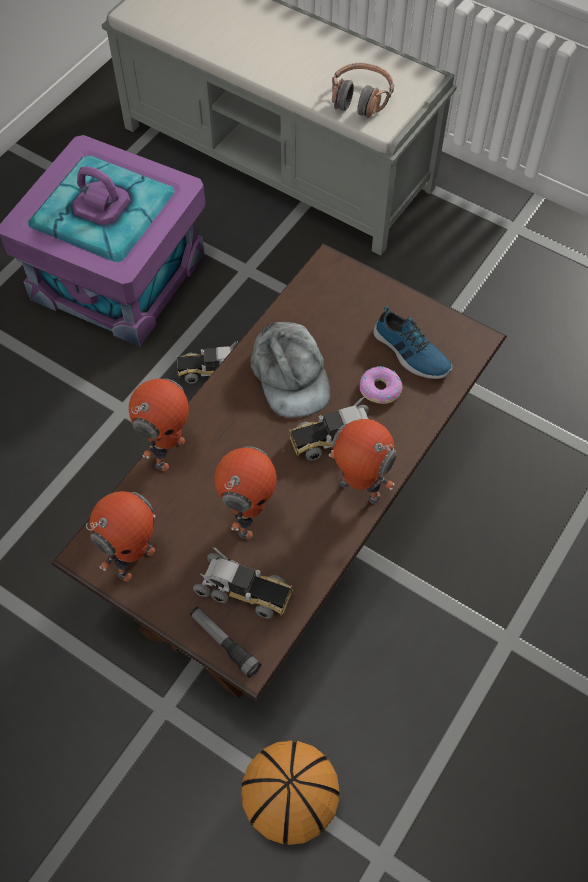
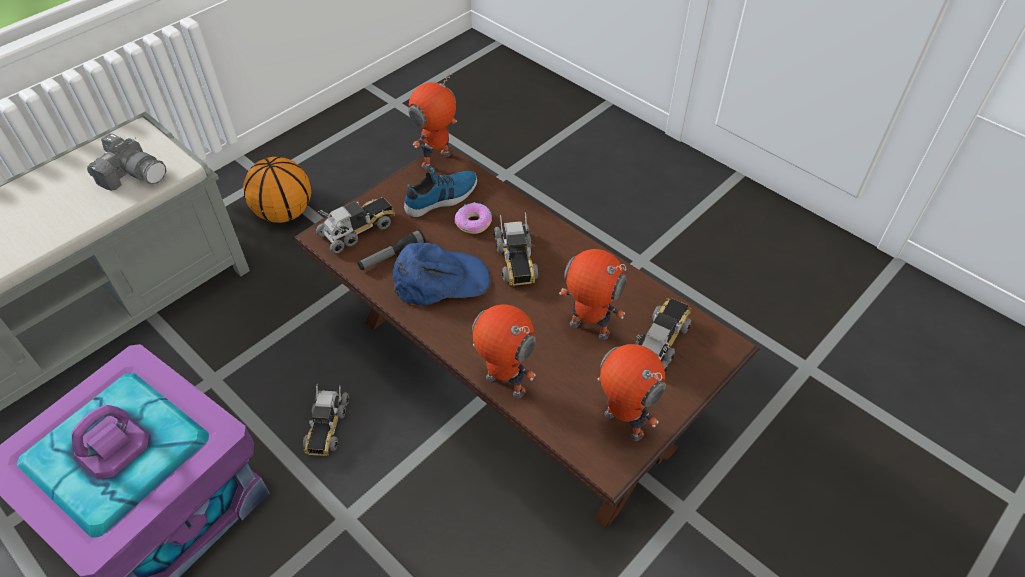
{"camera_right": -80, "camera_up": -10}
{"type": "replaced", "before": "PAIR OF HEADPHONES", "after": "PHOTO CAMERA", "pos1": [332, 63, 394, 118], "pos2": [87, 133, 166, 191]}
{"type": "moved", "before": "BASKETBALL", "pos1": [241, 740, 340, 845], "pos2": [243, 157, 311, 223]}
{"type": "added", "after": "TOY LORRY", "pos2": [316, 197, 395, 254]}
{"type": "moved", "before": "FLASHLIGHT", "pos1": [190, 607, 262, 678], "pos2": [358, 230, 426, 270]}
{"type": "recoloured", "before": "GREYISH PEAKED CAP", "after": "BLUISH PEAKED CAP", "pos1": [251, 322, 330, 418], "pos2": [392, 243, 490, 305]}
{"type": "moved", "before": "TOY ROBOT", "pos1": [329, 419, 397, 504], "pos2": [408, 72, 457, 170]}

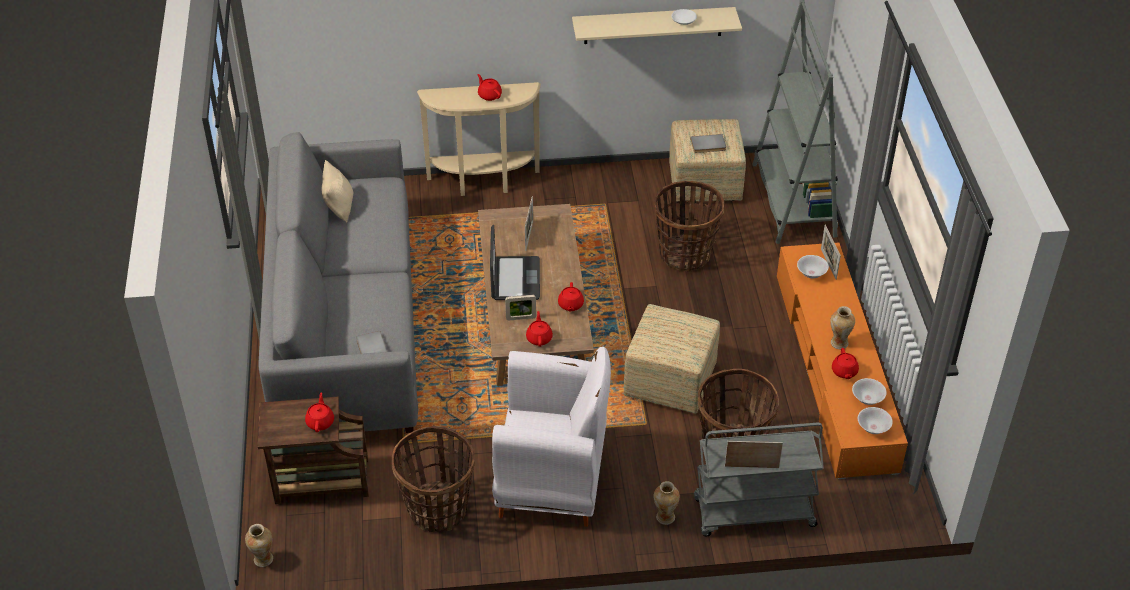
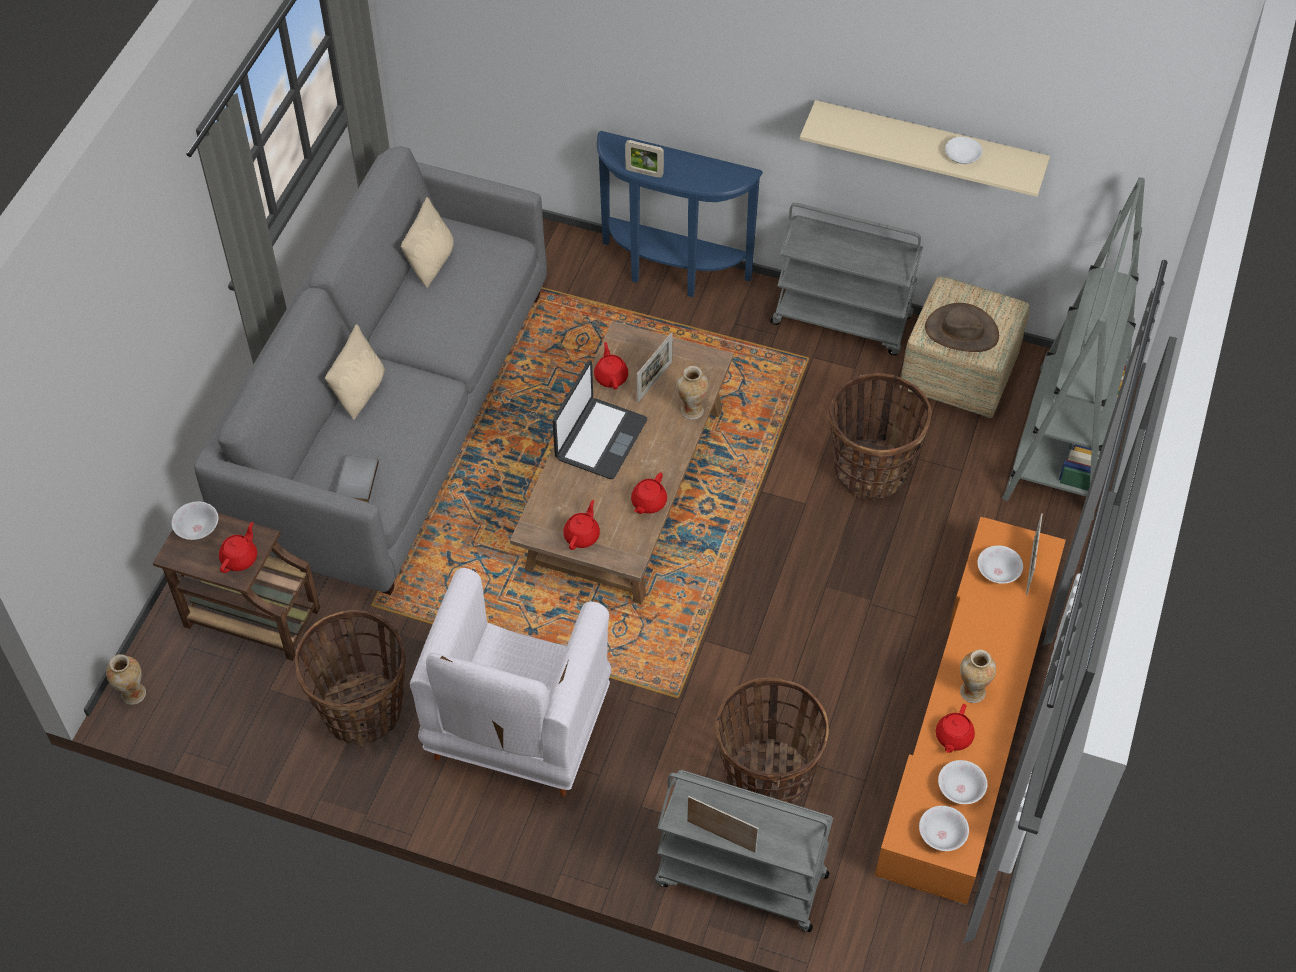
{"camera_right": 25, "camera_up": 10}
{"type": "added", "after": "WHITE BOWL", "pos2": [172, 501, 218, 540]}
{"type": "added", "after": "BEIGE-COLOURED CUSHION", "pos2": [325, 324, 385, 420]}
{"type": "turned", "before": "WHITE LOUNGE CHAIR", "pos1": [492, 347, 611, 527], "pos2": [410, 568, 611, 797], "turn": 75}
{"type": "moved", "before": "RED TEAPOT", "pos1": [477, 74, 502, 101], "pos2": [594, 342, 628, 390]}
{"type": "recoloured", "before": "BEIGE-COLOURED CONSOLE TABLE", "after": "BLUISH CONSOLE TABLE", "pos1": [417, 82, 541, 196], "pos2": [597, 131, 763, 297]}
{"type": "moved", "before": "PHOTO FRAME", "pos1": [505, 295, 536, 320], "pos2": [625, 140, 664, 178]}
{"type": "moved", "before": "VASE", "pos1": [654, 481, 680, 525], "pos2": [676, 366, 709, 420]}
{"type": "added", "after": "GREYISH CART", "pos2": [770, 203, 923, 356]}
{"type": "replaced", "before": "GREYISH BOUND BOOK", "after": "BROWNISH WEARABLE HAT", "pos1": [690, 134, 726, 153], "pos2": [925, 303, 999, 352]}
{"type": "removed", "before": "FOOTREST", "pos1": [624, 304, 720, 414]}

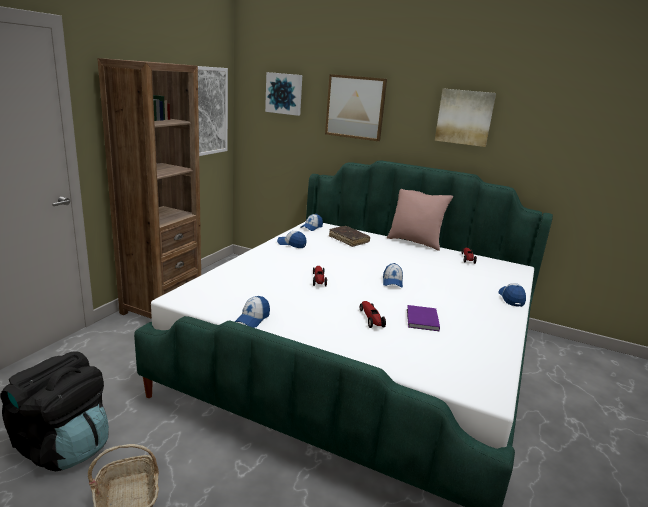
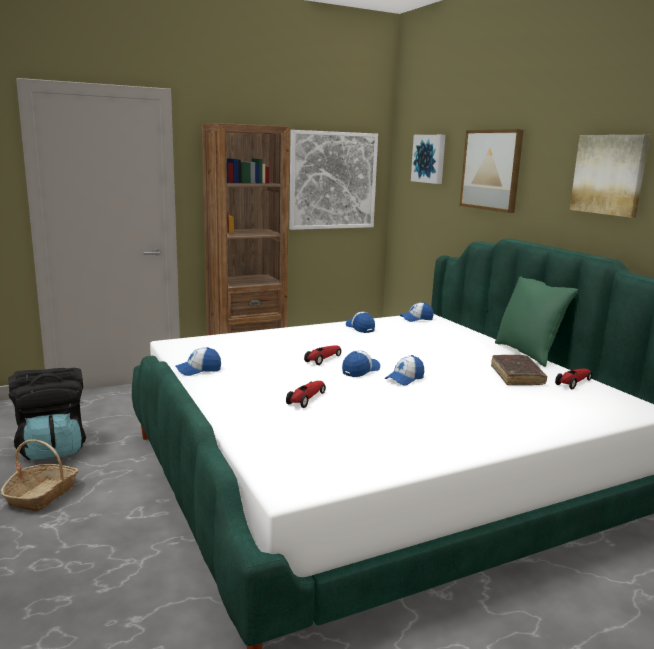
{"camera_right": 40, "camera_up": -5}
{"type": "moved", "before": "PEAKED CAP", "pos1": [499, 283, 526, 307], "pos2": [342, 350, 380, 377]}
{"type": "moved", "before": "BROWNISH BOUND BOOK", "pos1": [329, 226, 370, 247], "pos2": [491, 355, 547, 385]}
{"type": "recoloured", "before": "PINK-COLOURED CUSHION", "after": "GREEN CUSHION", "pos1": [387, 189, 453, 251], "pos2": [495, 276, 578, 367]}
{"type": "removed", "before": "PURPLE BOUND BOOK", "pos1": [407, 305, 440, 331]}

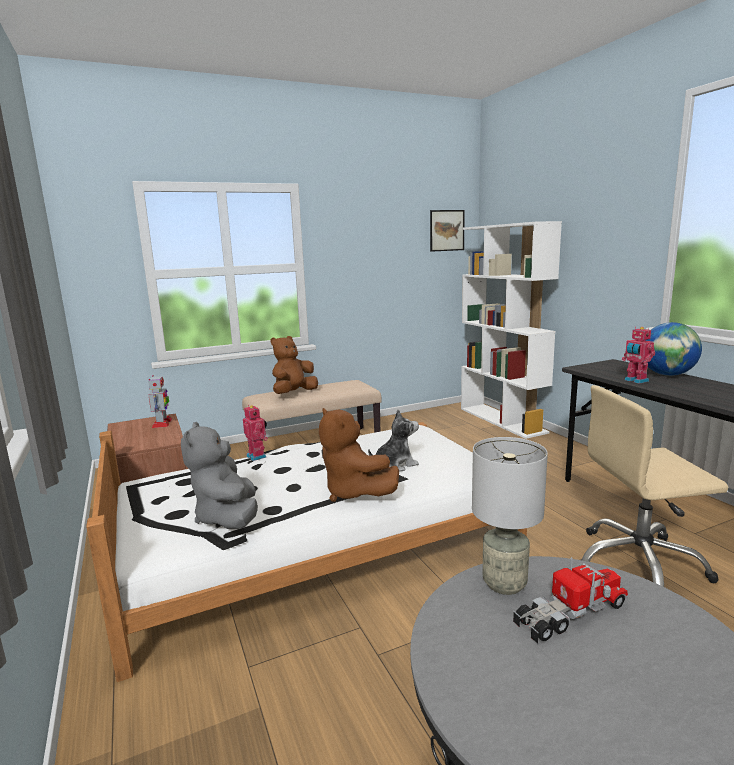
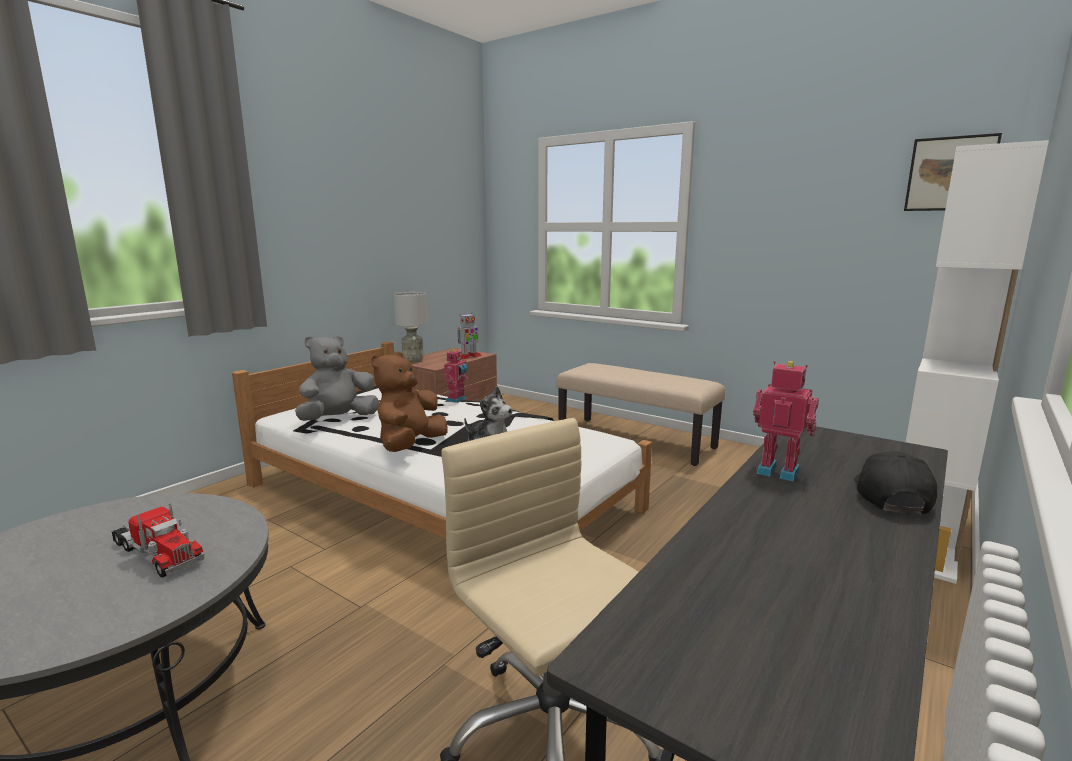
{"camera_right": 60, "camera_up": 0}
{"type": "moved", "before": "GREYISH TABLE LAMP", "pos1": [472, 437, 548, 595], "pos2": [393, 292, 427, 363]}
{"type": "turned", "before": "TOY ROBOT", "pos1": [622, 327, 655, 384], "pos2": [753, 361, 819, 482], "turn": 90}
{"type": "replaced", "before": "GLOBE", "after": "BLACK-COLOURED PEAKED CAP", "pos1": [646, 322, 702, 376], "pos2": [854, 451, 938, 514]}
{"type": "removed", "before": "BROWNISH SOFT TOY", "pos1": [271, 336, 318, 394]}

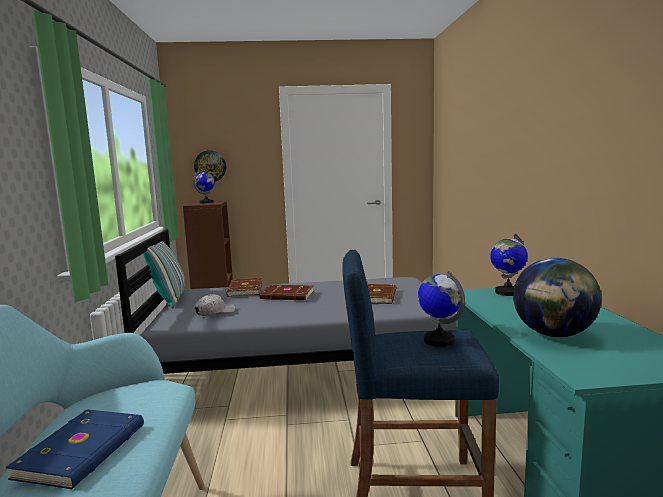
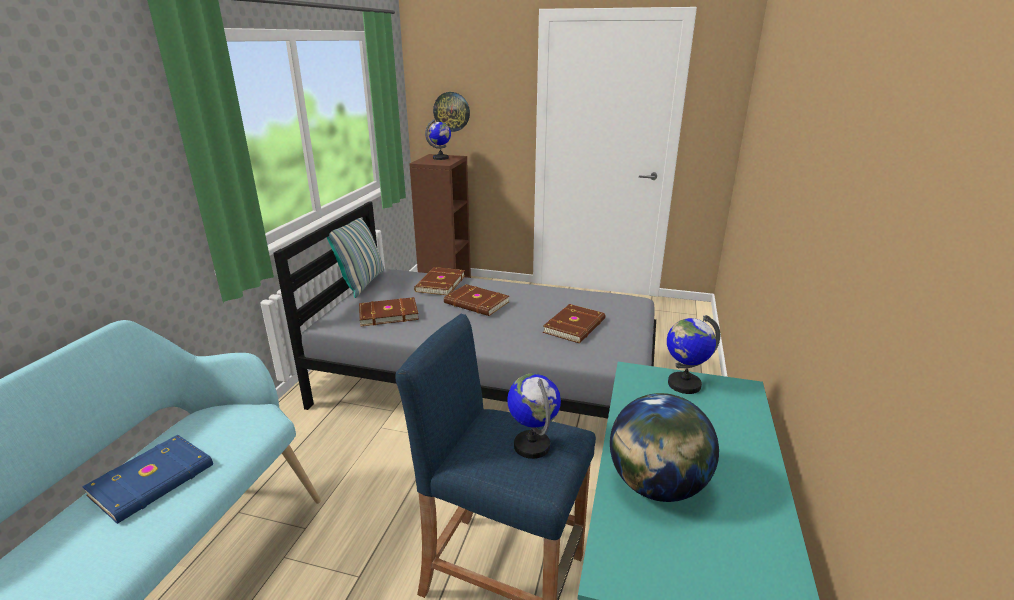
{"camera_right": 20, "camera_up": 15}
{"type": "replaced", "before": "WHITE PEAKED CAP", "after": "BROWNISH BOUND BOOK", "pos1": [195, 294, 235, 316], "pos2": [359, 297, 419, 326]}

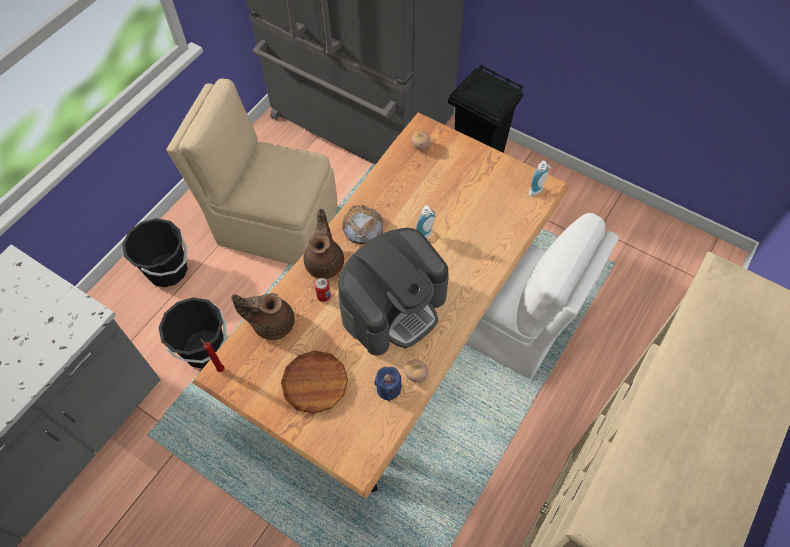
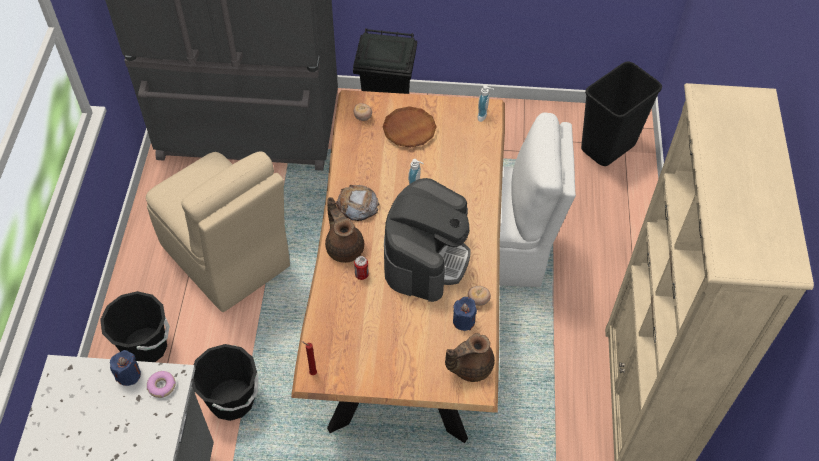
{"camera_right": -30, "camera_up": -5}
{"type": "added", "after": "BLUISH WAX LIGHT", "pos2": [110, 350, 141, 386]}
{"type": "turned", "before": "BEIGE-COLOURED CHAIR", "pos1": [166, 78, 337, 265], "pos2": [146, 151, 290, 312], "turn": -120}
{"type": "added", "after": "DONUT", "pos2": [147, 371, 176, 398]}
{"type": "moved", "before": "BROWNISH DINNER PLATE", "pos1": [281, 351, 348, 414], "pos2": [382, 106, 437, 148]}
{"type": "moved", "before": "BROWNISH TEAPOT", "pos1": [231, 293, 295, 340], "pos2": [445, 333, 495, 382]}
{"type": "added", "after": "BLACK-COLOURED WASTE BIN", "pos2": [581, 61, 662, 166]}

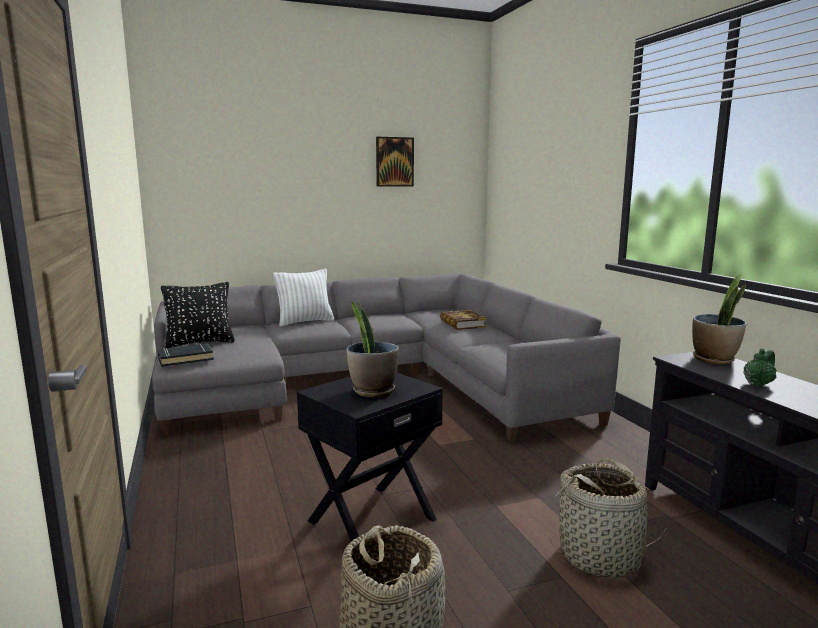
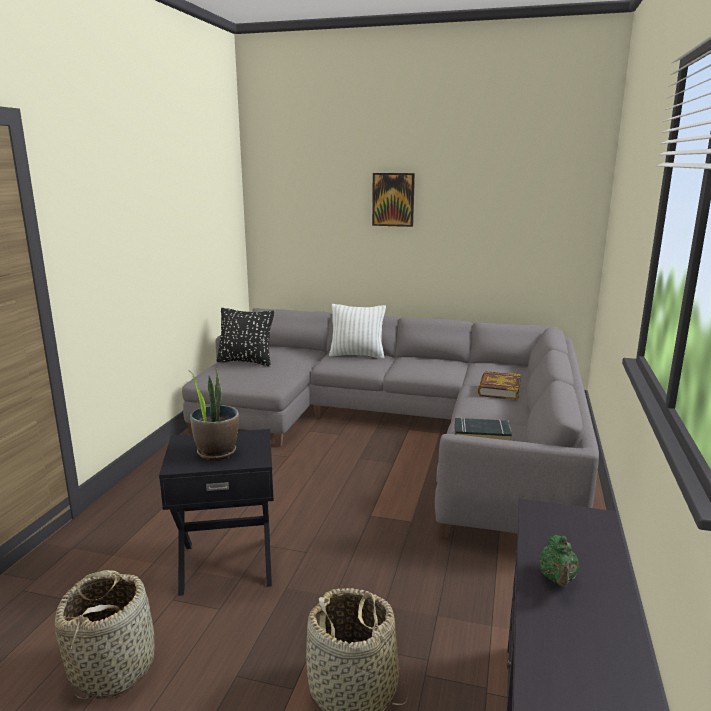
{"camera_right": 35, "camera_up": 5}
{"type": "moved", "before": "WALL PICTURE", "pos1": [376, 137, 414, 186], "pos2": [372, 173, 415, 227]}
{"type": "moved", "before": "BLACK-COLOURED BOUND BOOK", "pos1": [157, 344, 214, 367], "pos2": [455, 417, 512, 441]}
{"type": "turned", "before": "GREEN TEAPOT", "pos1": [743, 349, 777, 387], "pos2": [539, 535, 580, 586], "turn": 105}
{"type": "removed", "before": "HOUSEPLANT", "pos1": [692, 274, 746, 364]}

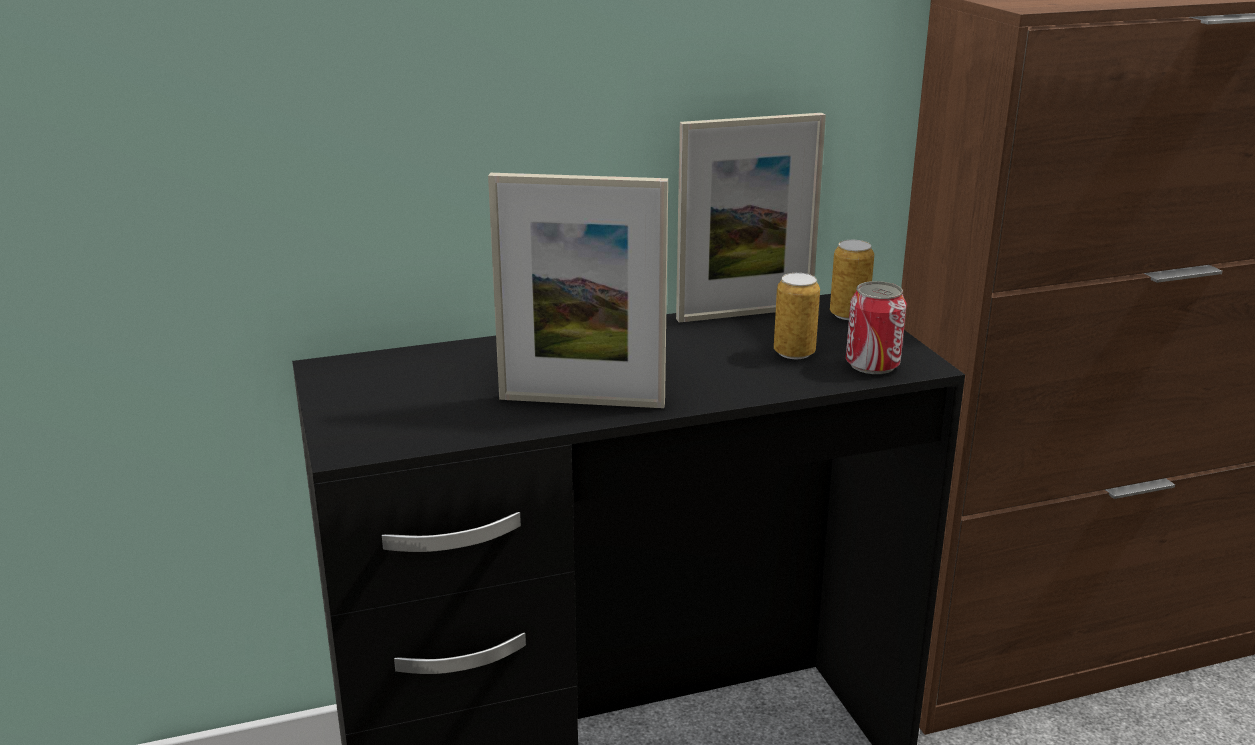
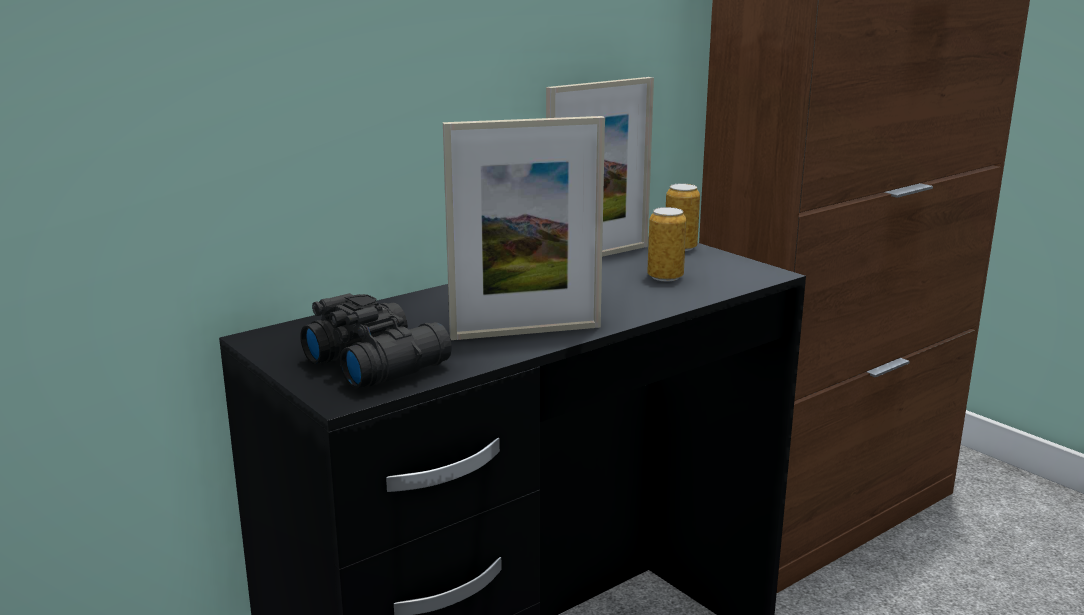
{"camera_right": -20, "camera_up": -5}
{"type": "added", "after": "BLACK-COLOURED PAIR OF BINOCULARS", "pos2": [300, 293, 452, 388]}
{"type": "removed", "before": "CAN", "pos1": [846, 281, 907, 374]}

